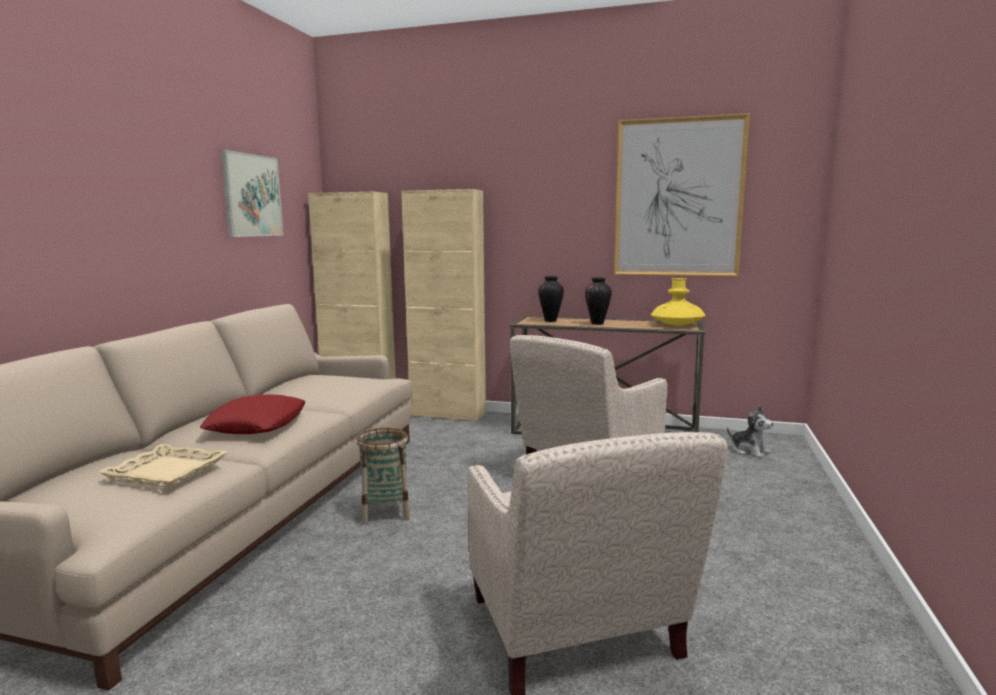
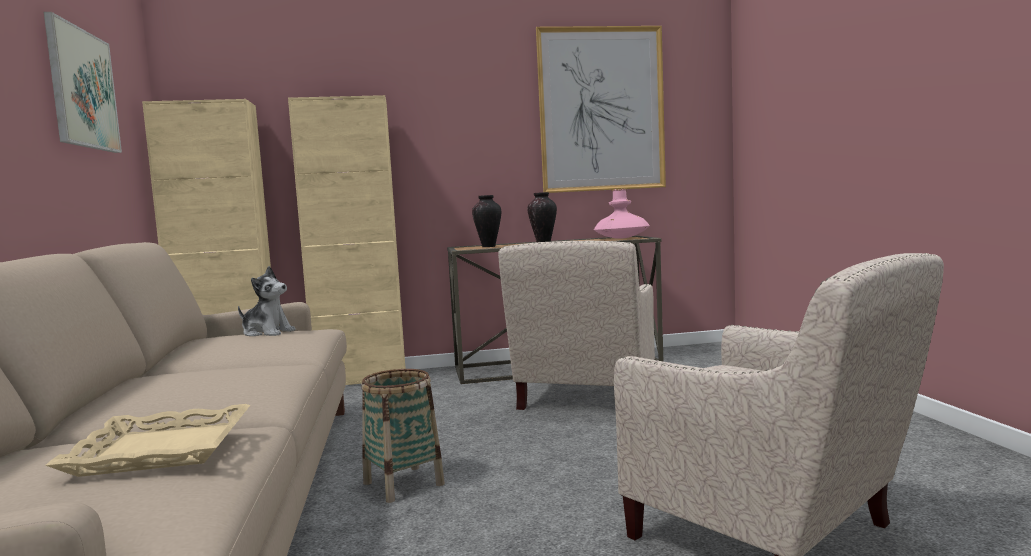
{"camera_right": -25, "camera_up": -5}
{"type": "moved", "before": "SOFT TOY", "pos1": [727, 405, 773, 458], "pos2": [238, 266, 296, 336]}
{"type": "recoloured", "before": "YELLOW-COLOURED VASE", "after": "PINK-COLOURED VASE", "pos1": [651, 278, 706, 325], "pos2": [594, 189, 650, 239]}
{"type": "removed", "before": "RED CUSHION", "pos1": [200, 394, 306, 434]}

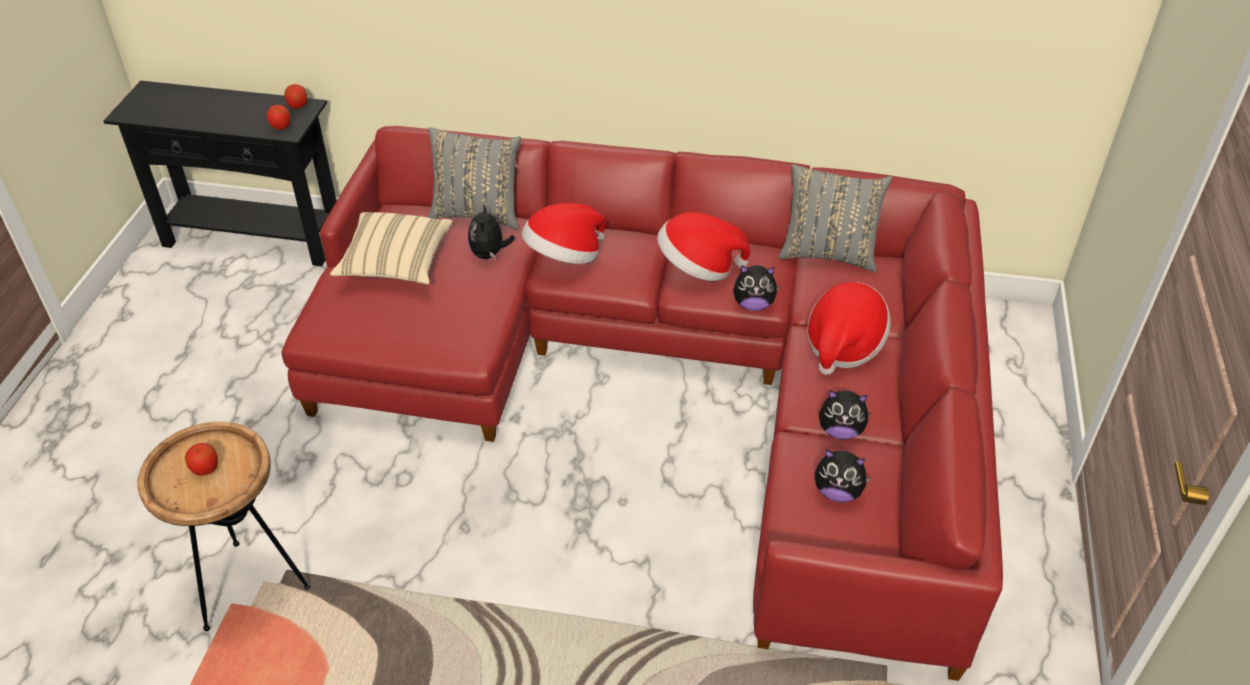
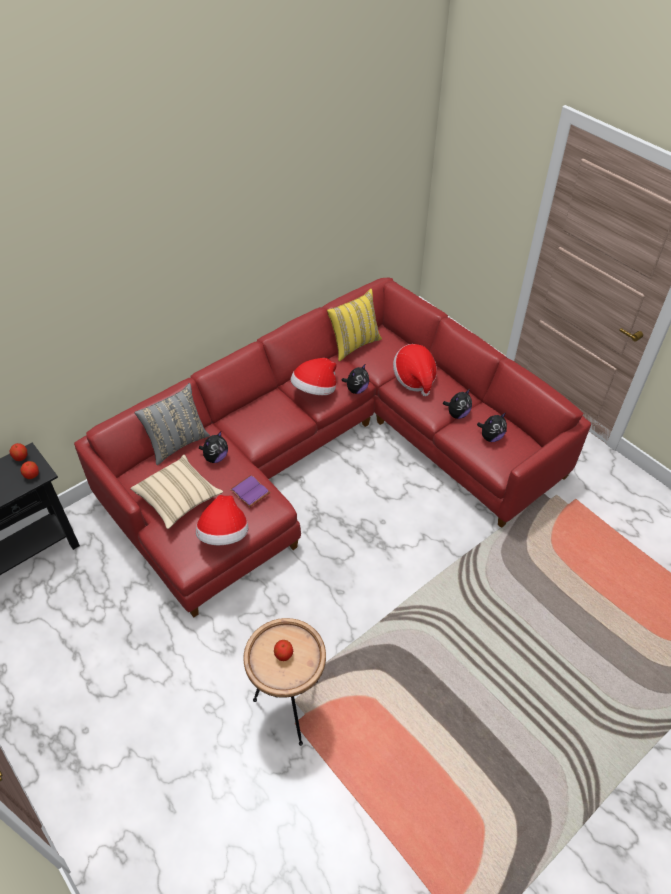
{"camera_right": -50, "camera_up": 5}
{"type": "moved", "before": "WEARABLE HAT", "pos1": [522, 203, 606, 264], "pos2": [196, 495, 248, 545]}
{"type": "turned", "before": "SOFT TOY", "pos1": [468, 204, 515, 259], "pos2": [199, 431, 228, 463], "turn": -90}
{"type": "added", "after": "PURPLE BOUND BOOK", "pos2": [230, 475, 270, 508]}
{"type": "recoloured", "before": "GREYISH CUSHION", "after": "YELLOW-COLOURED CUSHION", "pos1": [778, 164, 892, 272], "pos2": [327, 289, 382, 361]}

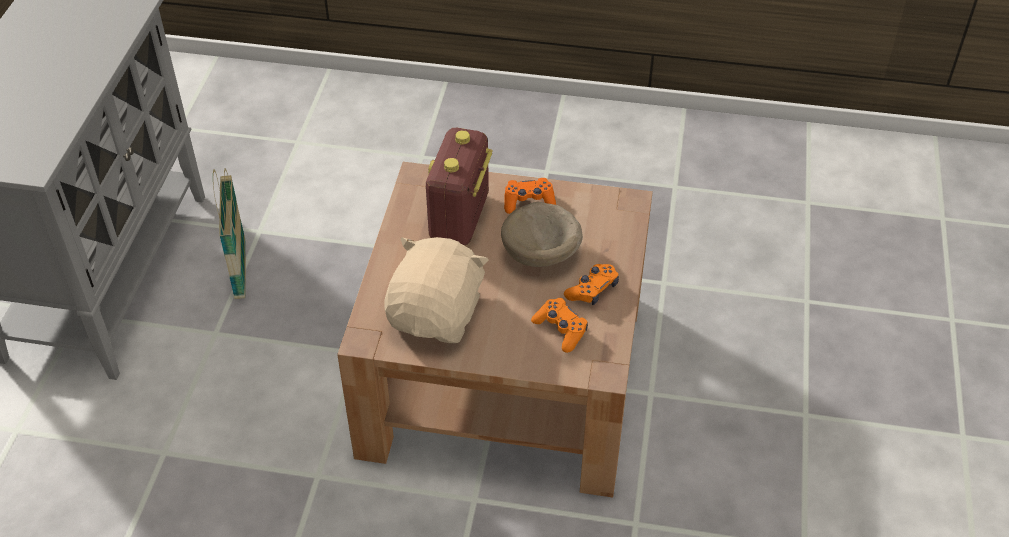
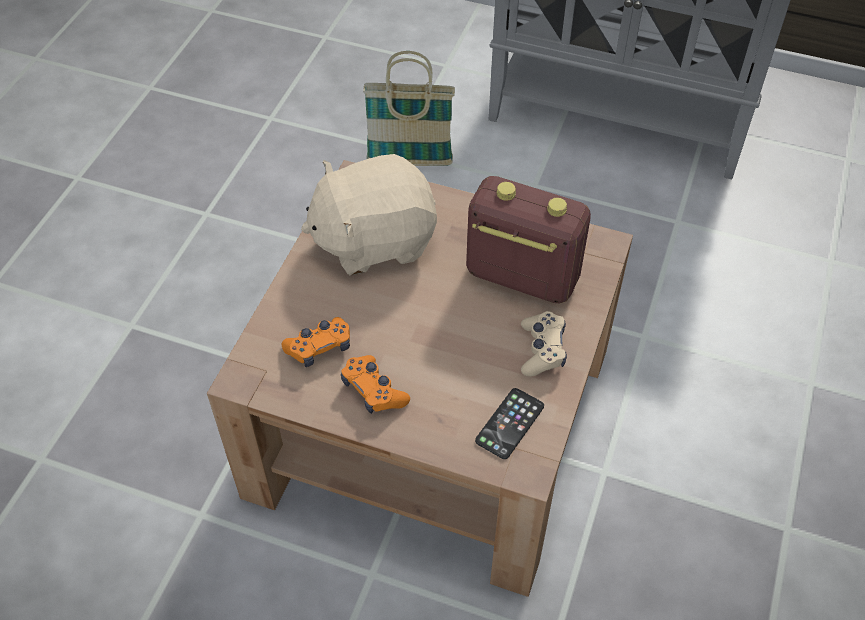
{"camera_right": 100, "camera_up": 5}
{"type": "turned", "before": "BEIGE-COLOURED SOFT TOY", "pos1": [385, 237, 489, 343], "pos2": [301, 154, 437, 276], "turn": 135}
{"type": "moved", "before": "HOUSEHOLD BASKET", "pos1": [213, 168, 246, 299], "pos2": [363, 51, 455, 166]}
{"type": "added", "after": "PHONE", "pos2": [475, 388, 544, 459]}
{"type": "recoloured", "before": "ORANGE-COLOURED GAMEPAD", "after": "BEIGE-COLOURED GAMEPAD", "pos1": [504, 178, 556, 214], "pos2": [521, 311, 567, 377]}
{"type": "removed", "before": "BEIGE-COLOURED BOWL", "pos1": [501, 202, 583, 267]}

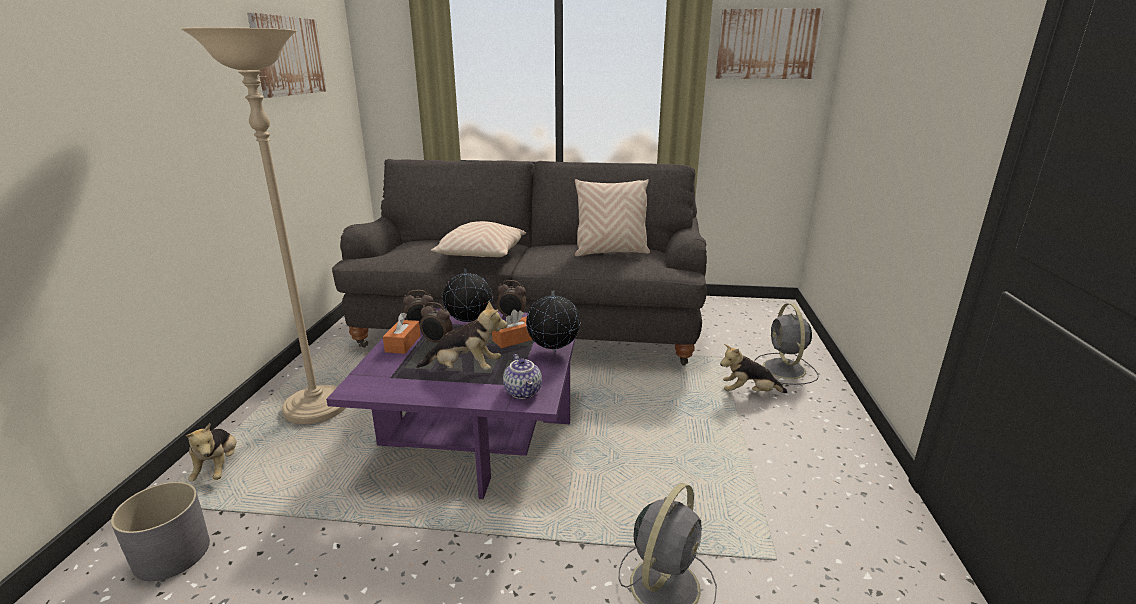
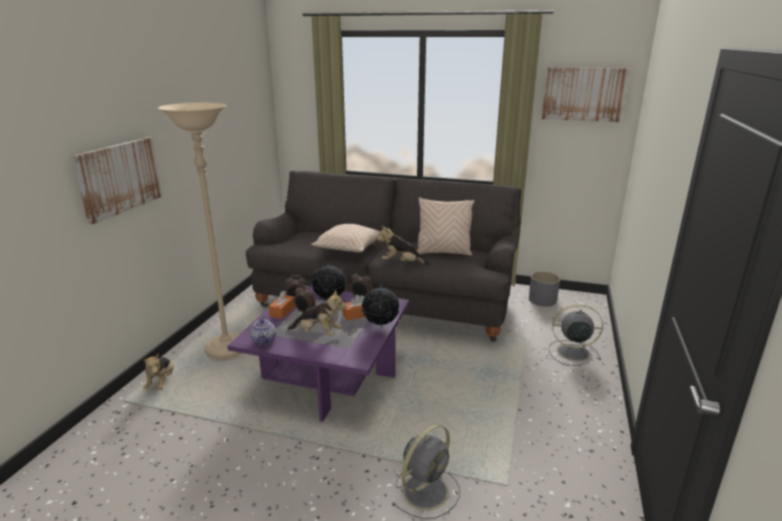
{"camera_right": 10, "camera_up": 0}
{"type": "moved", "before": "WALL PICTURE", "pos1": [247, 13, 327, 98], "pos2": [72, 137, 162, 224]}
{"type": "moved", "before": "TEAPOT", "pos1": [503, 354, 542, 399], "pos2": [251, 316, 276, 345]}
{"type": "moved", "before": "SOFT TOY", "pos1": [720, 344, 787, 393], "pos2": [377, 225, 430, 265]}
{"type": "moved", "before": "GREYISH PLANTER", "pos1": [111, 482, 210, 581], "pos2": [529, 272, 560, 307]}
{"type": "turned", "before": "GREYISH COOLING FAN", "pos1": [754, 303, 819, 385], "pos2": [548, 304, 603, 366], "turn": 90}

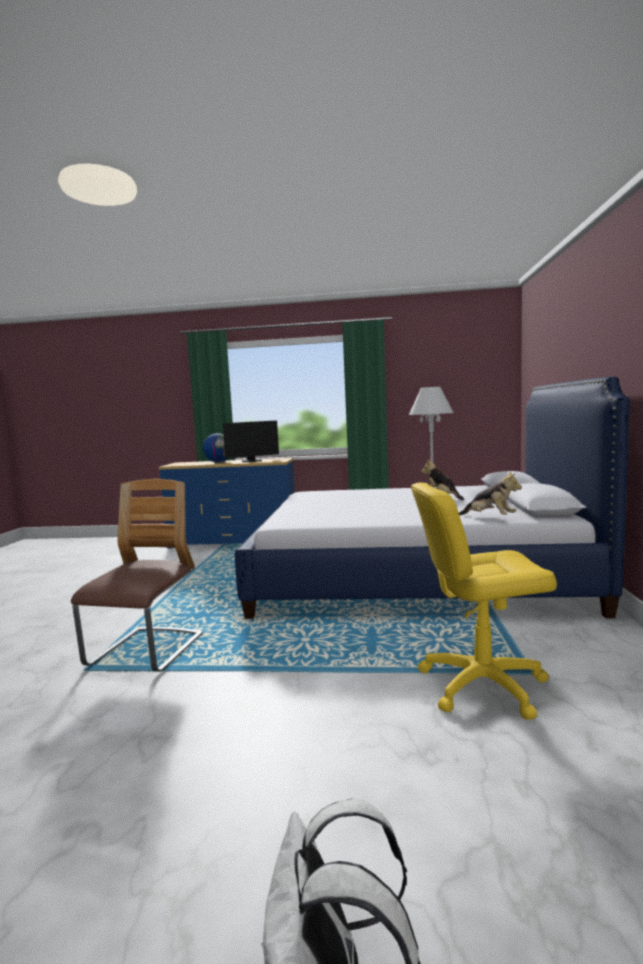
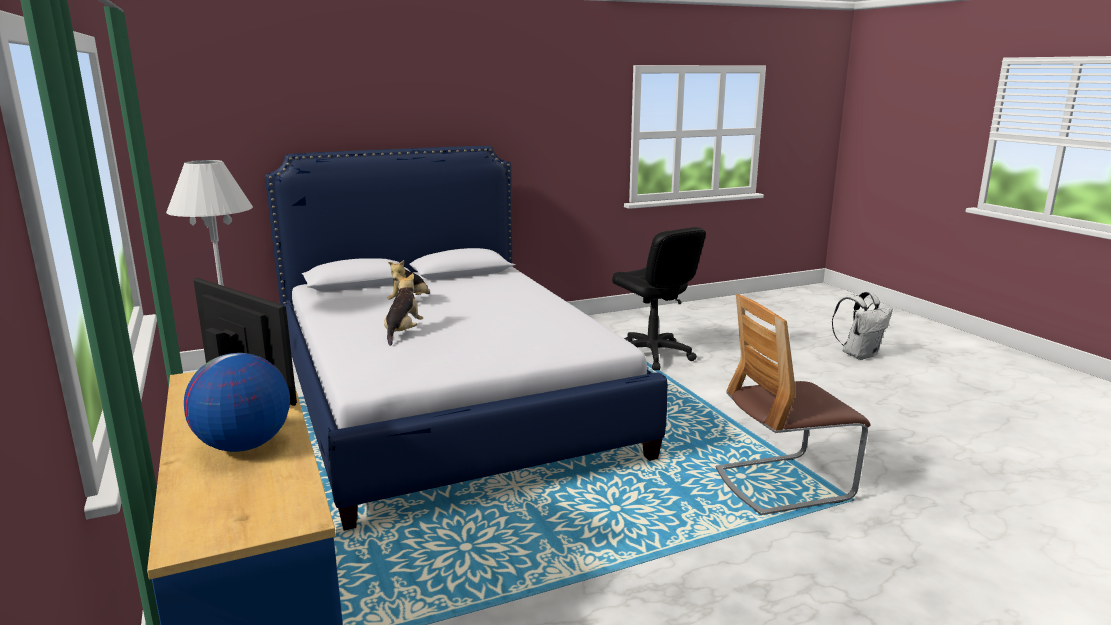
{"camera_right": -120, "camera_up": 10}
{"type": "moved", "before": "SOFT TOY", "pos1": [459, 471, 522, 515], "pos2": [384, 273, 423, 346]}
{"type": "recoloured", "before": "YELLOW-COLOURED OFFICE CHAIR", "after": "BLACK-COLOURED OFFICE CHAIR", "pos1": [411, 483, 557, 720], "pos2": [612, 227, 706, 370]}

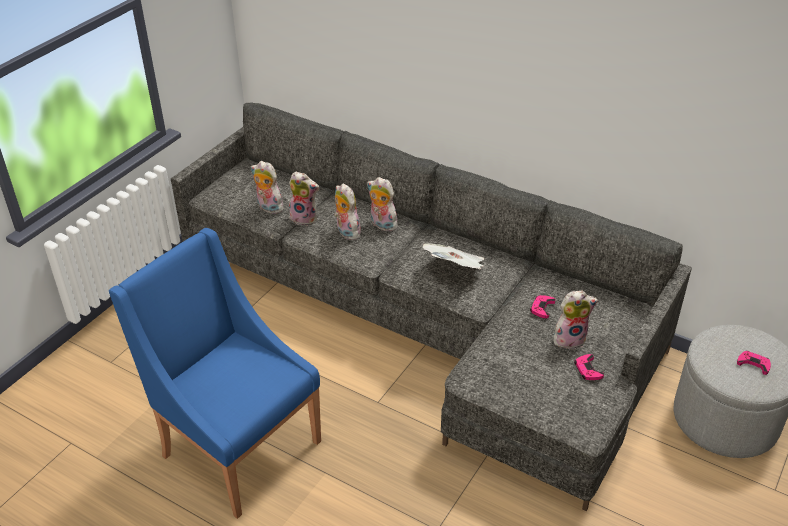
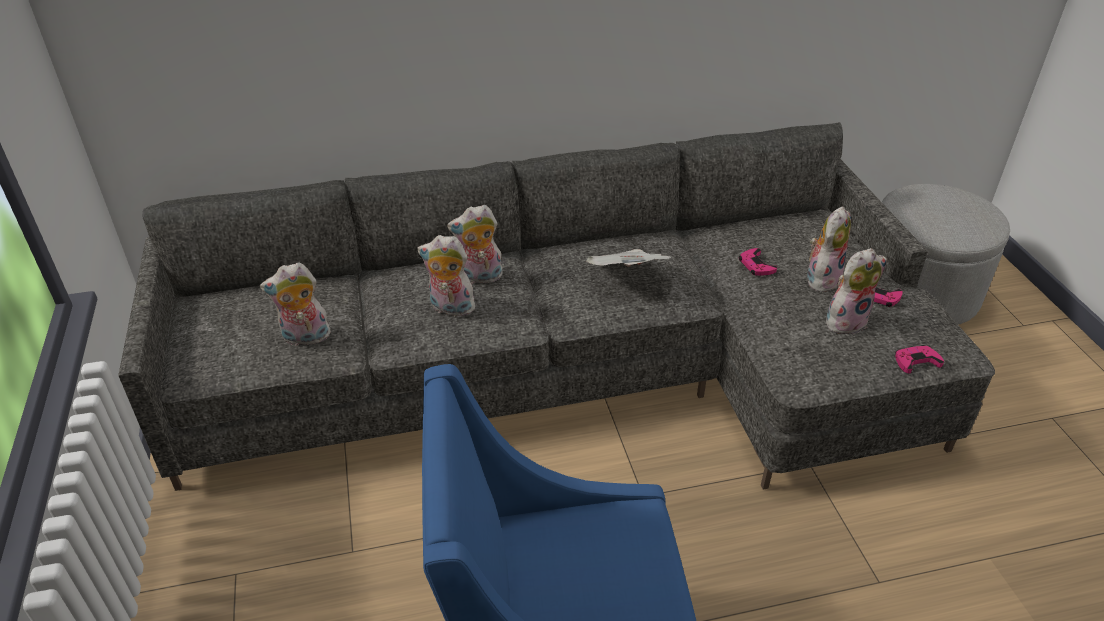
{"camera_right": -45, "camera_up": 0}
{"type": "moved", "before": "SOFT TOY", "pos1": [289, 172, 319, 226], "pos2": [826, 248, 887, 334]}
{"type": "moved", "before": "PINK-COLOURED GAMEPAD", "pos1": [737, 351, 771, 375], "pos2": [895, 345, 944, 373]}

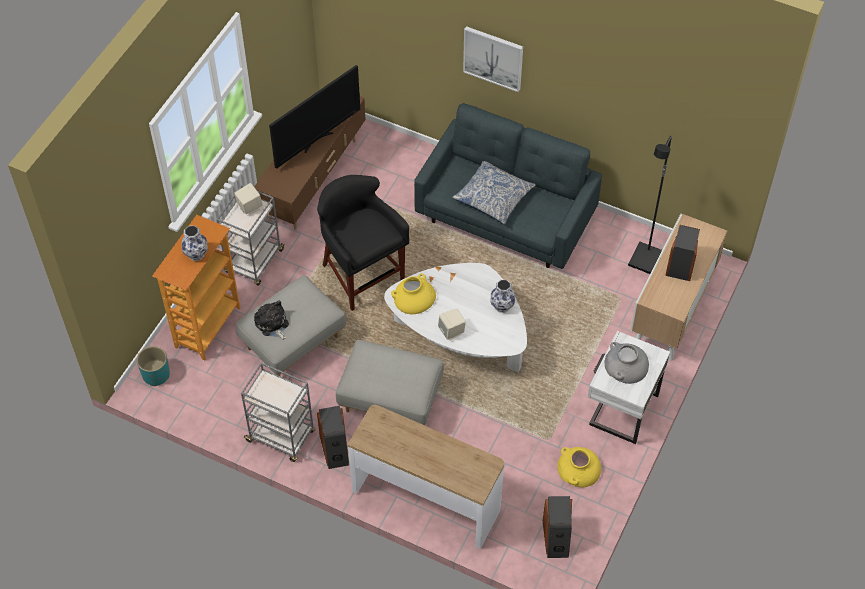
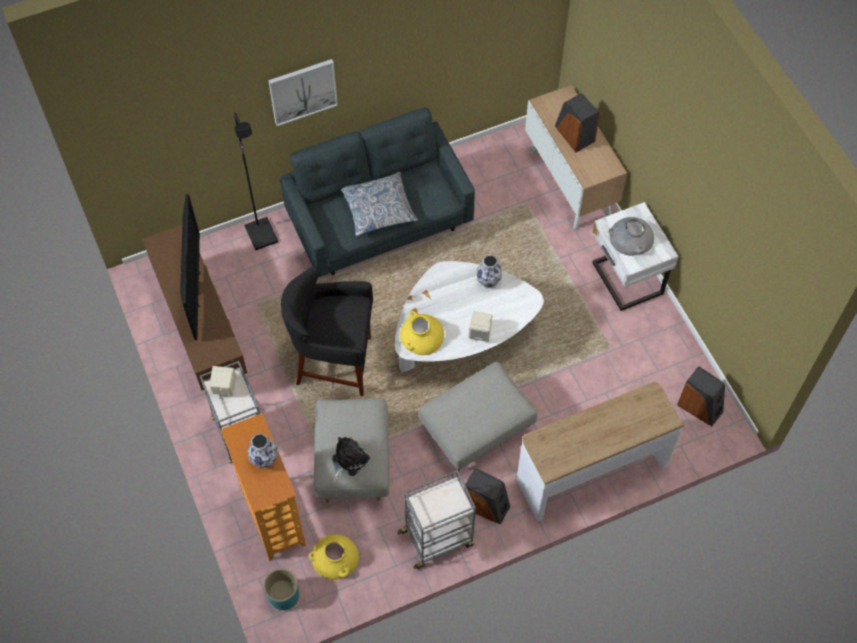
{"camera_right": -50, "camera_up": 5}
{"type": "moved", "before": "BLACK-COLOURED STANDARD LAMP", "pos1": [628, 136, 672, 274], "pos2": [234, 113, 278, 250]}
{"type": "moved", "before": "YELLOW-COLOURED VASE", "pos1": [557, 447, 601, 487], "pos2": [309, 534, 359, 580]}
{"type": "turned", "before": "SOFT TOY", "pos1": [254, 300, 289, 340], "pos2": [332, 437, 370, 480], "turn": 120}

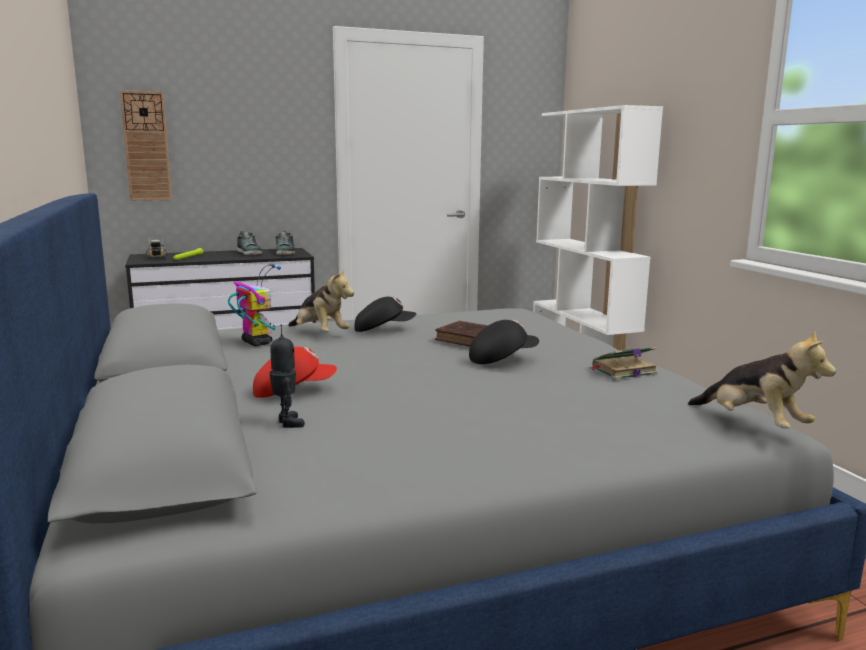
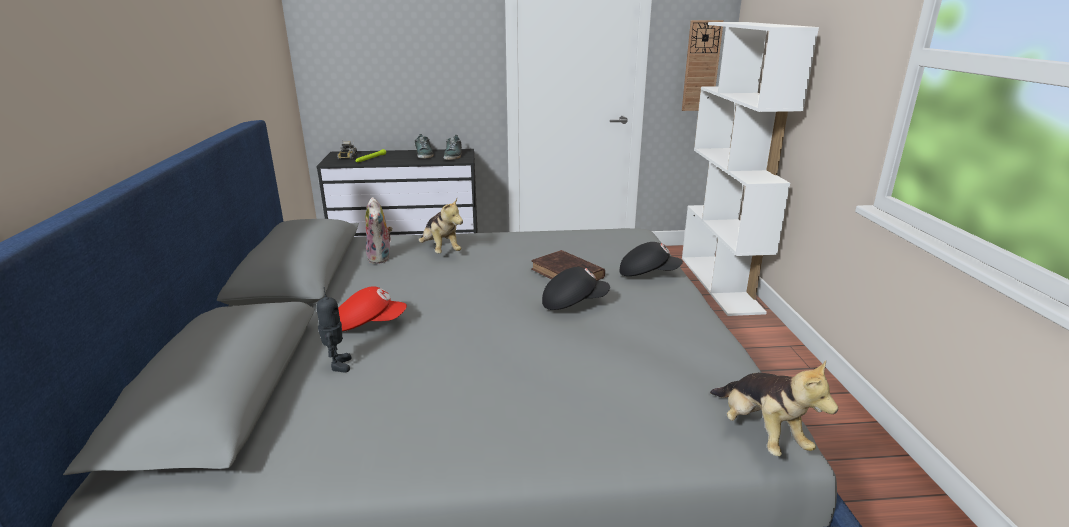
{"camera_right": 15, "camera_up": 10}
{"type": "replaced", "before": "TOY ROBOT", "after": "SOFT TOY", "pos1": [228, 264, 281, 346], "pos2": [366, 197, 393, 264]}
{"type": "moved", "before": "BLACK-COLOURED PEAKED CAP", "pos1": [355, 297, 416, 332], "pos2": [620, 242, 683, 276]}
{"type": "moved", "before": "CLOCK ON THE WALL", "pos1": [120, 90, 172, 201], "pos2": [682, 20, 724, 111]}
{"type": "removed", "before": "BOUND BOOK", "pos1": [590, 347, 657, 379]}

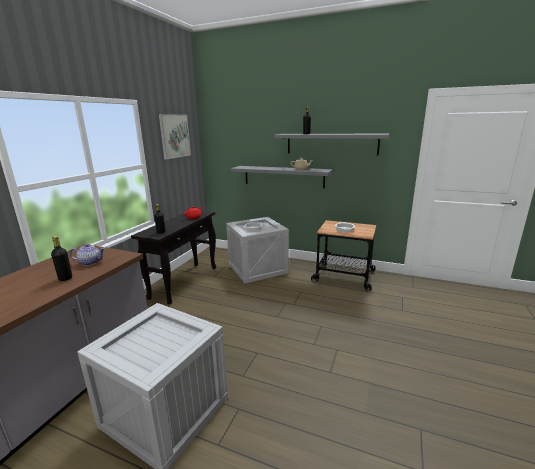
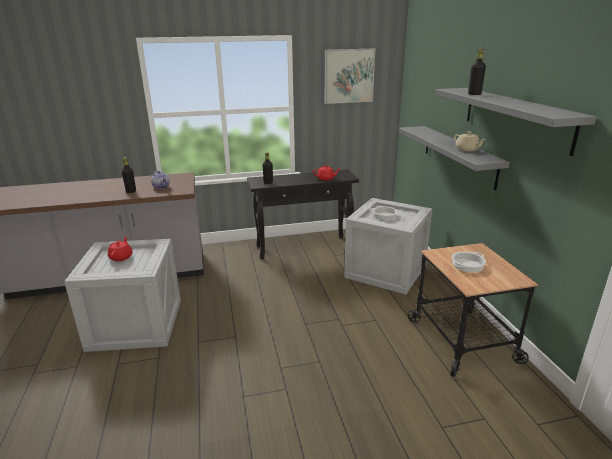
{"camera_right": 55, "camera_up": 5}
{"type": "added", "after": "RED TEAPOT", "pos2": [108, 236, 133, 261]}

